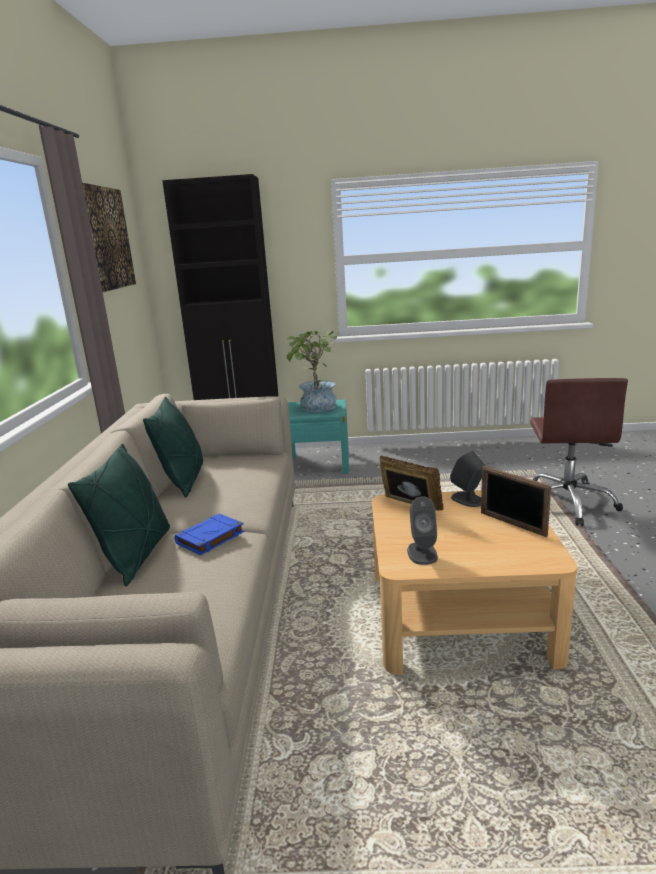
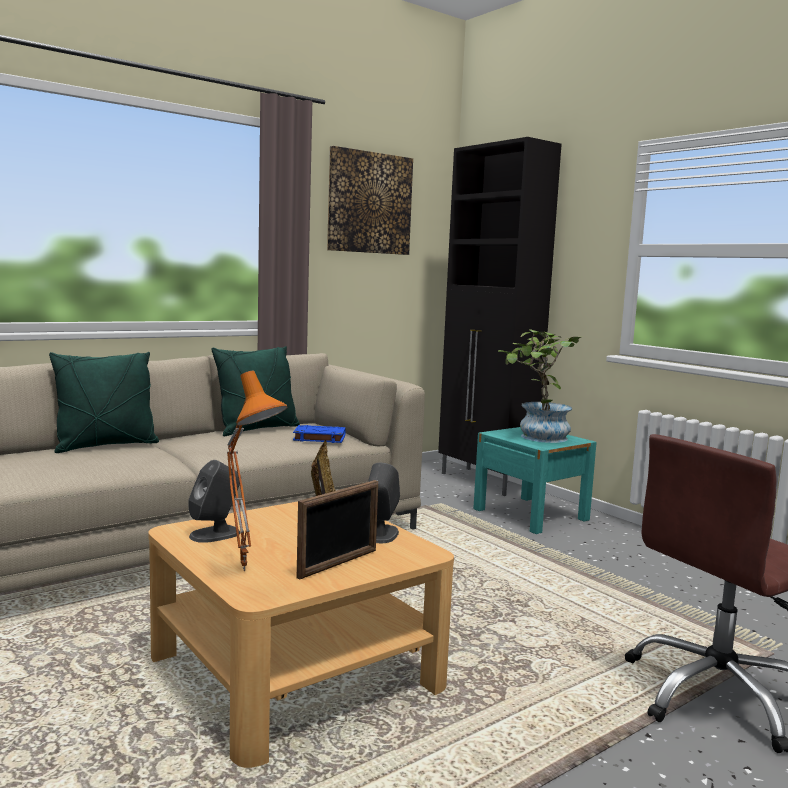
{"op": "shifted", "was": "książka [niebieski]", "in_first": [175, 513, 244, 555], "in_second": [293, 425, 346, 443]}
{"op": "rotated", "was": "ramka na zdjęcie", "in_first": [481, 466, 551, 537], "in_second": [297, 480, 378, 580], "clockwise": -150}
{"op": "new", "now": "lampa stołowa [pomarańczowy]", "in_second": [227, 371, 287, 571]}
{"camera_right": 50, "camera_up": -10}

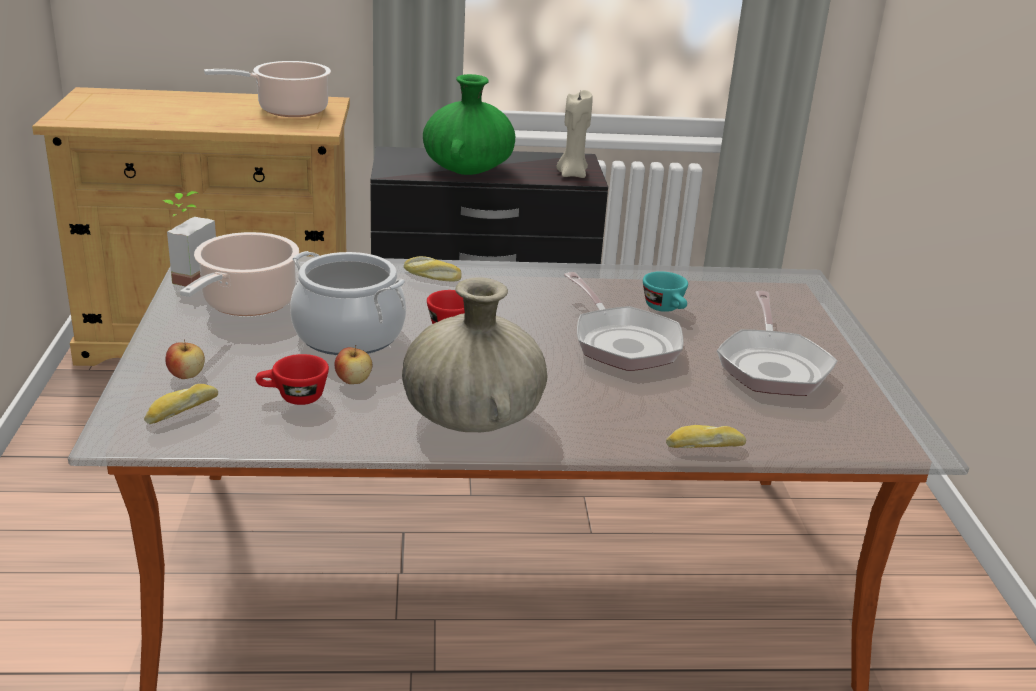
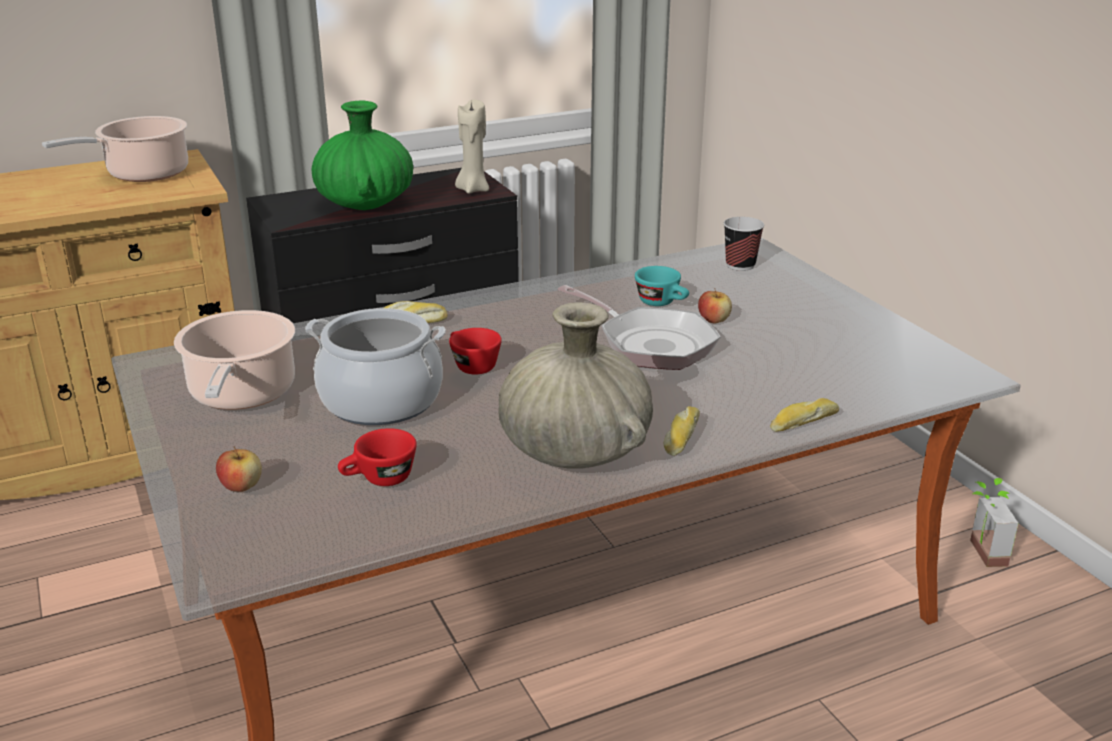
{"op": "shifted", "was": "chleb", "in_first": [144, 384, 218, 424], "in_second": [664, 406, 700, 456]}
{"op": "shifted", "was": "roślina doniczkowa", "in_first": [163, 191, 216, 287], "in_second": [970, 478, 1018, 567]}
{"op": "shifted", "was": "jabłko", "in_first": [335, 345, 372, 384], "in_second": [698, 288, 732, 324]}
{"op": "gone", "was": "patelnia", "in_first": [717, 291, 837, 396]}
{"op": "new", "now": "filiżanka", "in_second": [724, 217, 764, 271]}
{"camera_right": -20, "camera_up": 0}

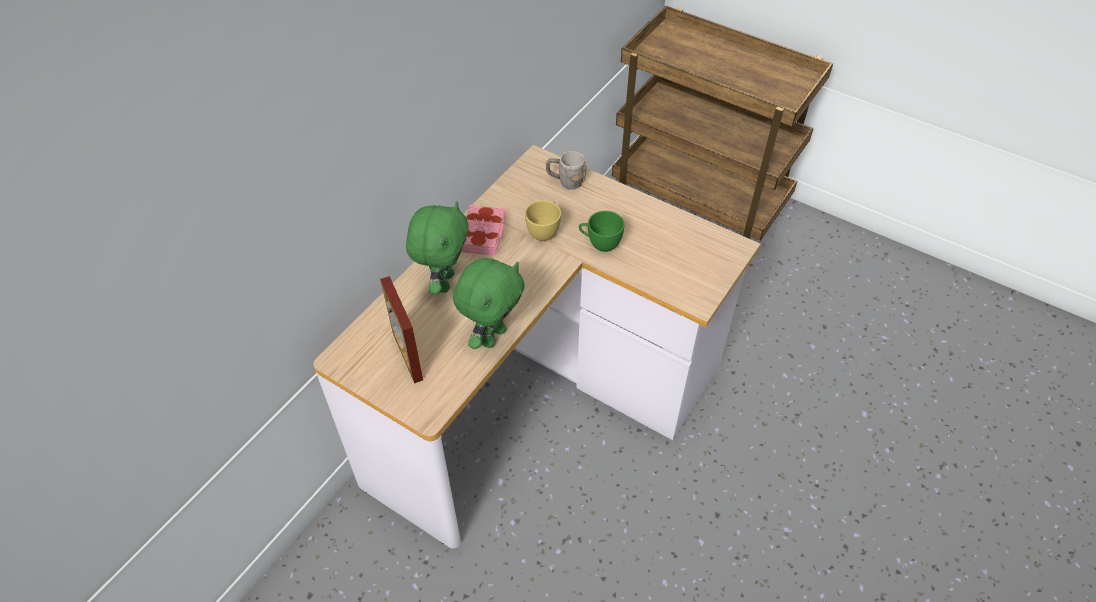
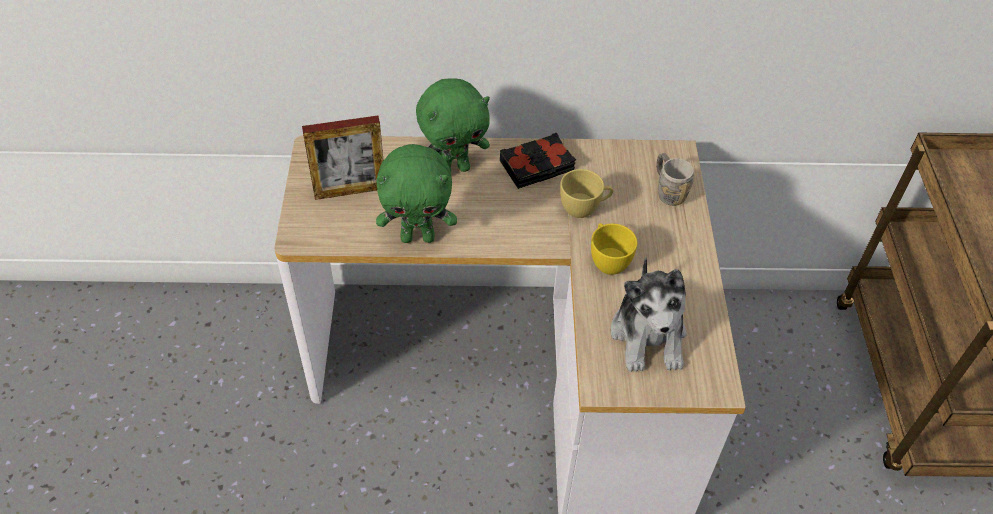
{"op": "rotated", "was": "ramka na zdjęcie", "in_first": [380, 276, 423, 383], "in_second": [302, 116, 384, 200], "clockwise": -135}
{"op": "repainted", "was": "książka [różowy]", "now": "książka [czarny]", "in_first": [462, 204, 506, 256], "in_second": [500, 133, 576, 189]}
{"op": "repainted", "was": "filiżanka [zielony]", "now": "filiżanka [żółty]", "in_first": [579, 211, 625, 252], "in_second": [591, 223, 637, 275]}
{"op": "new", "now": "pluszak", "in_second": [611, 257, 687, 372]}
{"camera_right": 55, "camera_up": 0}

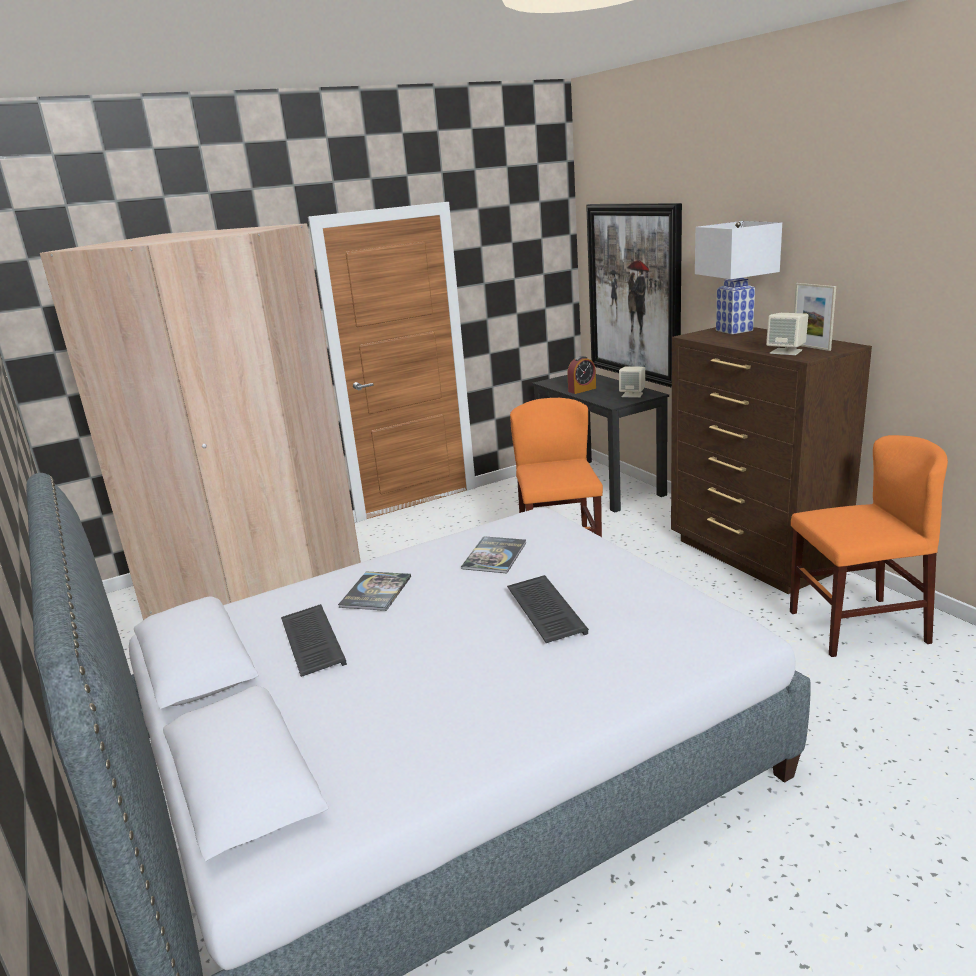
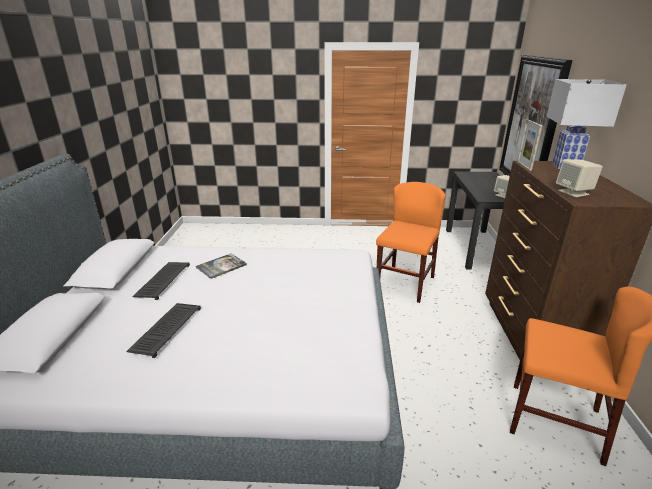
{"op": "gone", "was": "szafa [beżowy]", "in_first": [40, 223, 361, 620]}
{"op": "gone", "was": "książka", "in_first": [461, 536, 526, 573]}
{"op": "shifted", "was": "klawiatura", "in_first": [507, 575, 589, 643], "in_second": [126, 303, 201, 358]}
{"op": "gone", "was": "budzik", "in_first": [567, 356, 596, 394]}
{"op": "shifted", "was": "ramka na zdjęcie", "in_first": [794, 283, 836, 351], "in_second": [517, 119, 542, 171]}
{"camera_right": 30, "camera_up": 5}

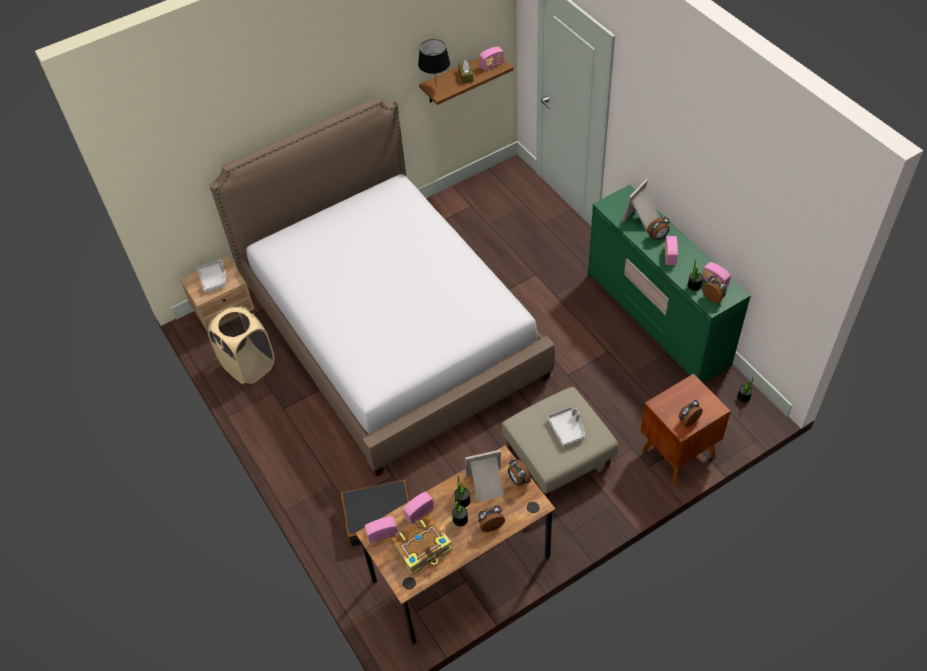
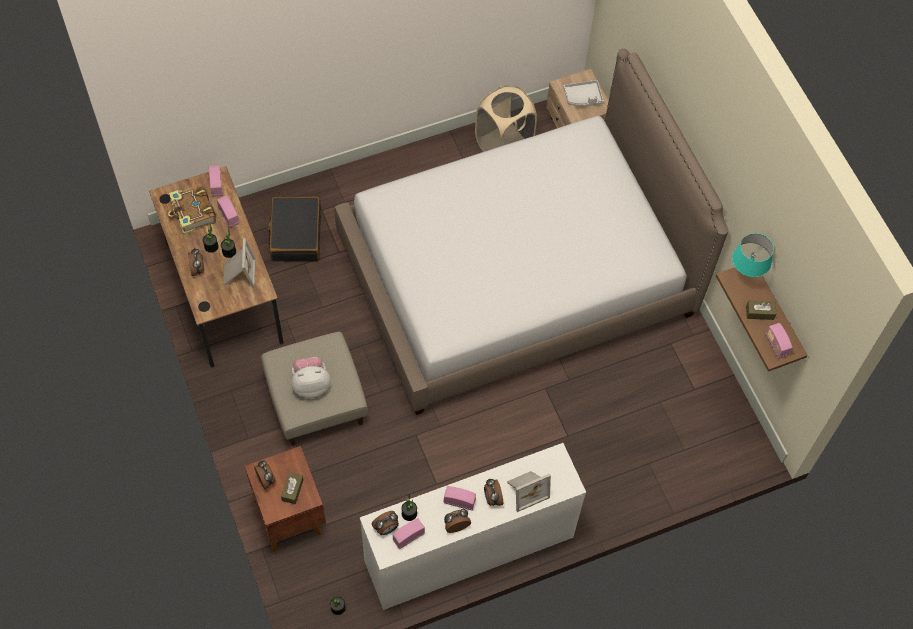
{"op": "repainted", "was": "lampa stołowa [czarny]", "now": "lampa stołowa [turkusowy]", "in_first": [418, 39, 450, 82], "in_second": [732, 233, 773, 277]}
{"op": "shifted", "was": "budzik", "in_first": [508, 459, 531, 486], "in_second": [444, 509, 471, 533]}
{"op": "swapped", "was": "taca [szary]", "now": "pluszak", "in_first": [547, 406, 585, 447], "in_second": [291, 356, 331, 398]}
{"op": "repainted", "was": "komoda [zielony]", "now": "komoda [biały]", "in_first": [588, 185, 751, 383], "in_second": [360, 443, 586, 610]}
{"op": "rotated", "was": "ramka na zdjęcie", "in_first": [622, 179, 660, 230], "in_second": [507, 471, 551, 512], "clockwise": 105}
{"op": "new", "now": "pudełko chusteczek [brązowy]", "in_second": [281, 472, 303, 504]}
{"camera_right": 95, "camera_up": 10}

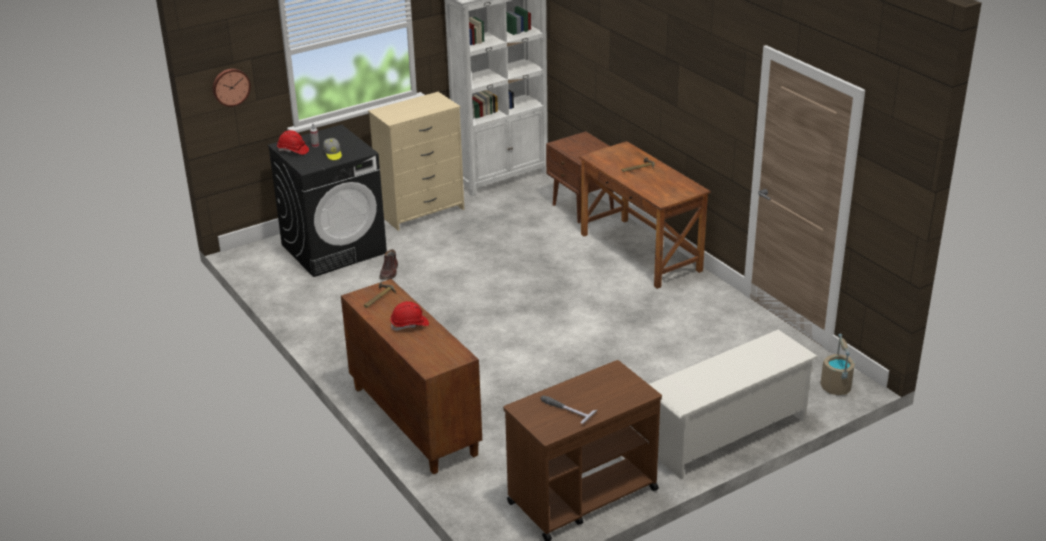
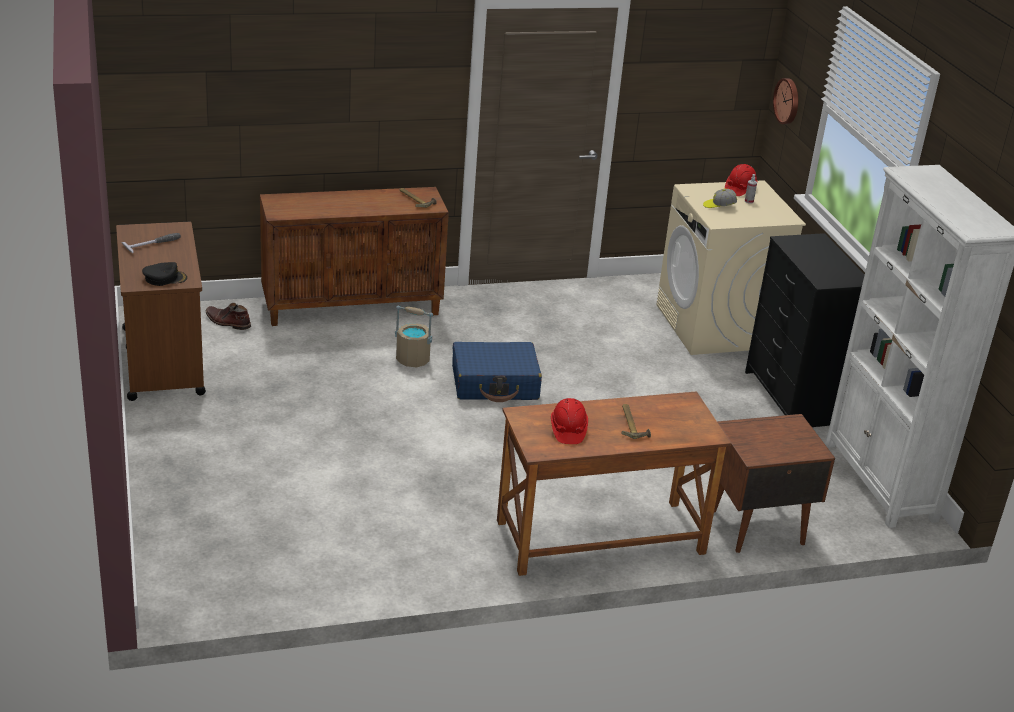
{"op": "repainted", "was": "pralka [czarny]", "now": "pralka [beżowy]", "in_first": [268, 125, 387, 277], "in_second": [656, 180, 806, 355]}
{"op": "repainted", "was": "komoda [beżowy]", "now": "komoda [czarny]", "in_first": [368, 92, 464, 231], "in_second": [745, 233, 864, 427]}
{"op": "shifted", "was": "but z cholewką [brązowy]", "in_first": [379, 249, 398, 280], "in_second": [206, 303, 251, 330]}
{"op": "shifted", "was": "kask [czerwony]", "in_first": [390, 301, 429, 331], "in_second": [551, 398, 588, 444]}
{"op": "gone", "was": "regał na buty [biały]", "in_first": [649, 330, 818, 479]}
{"op": "shifted", "was": "wiadro [beżowy]", "in_first": [820, 333, 855, 395], "in_second": [395, 306, 433, 367]}
{"op": "new", "now": "czapka z daszkiem [czarny]", "in_second": [142, 262, 187, 286]}
{"op": "new", "now": "walizka [niebieski]", "in_second": [452, 342, 542, 402]}
{"camera_right": 105, "camera_up": 0}

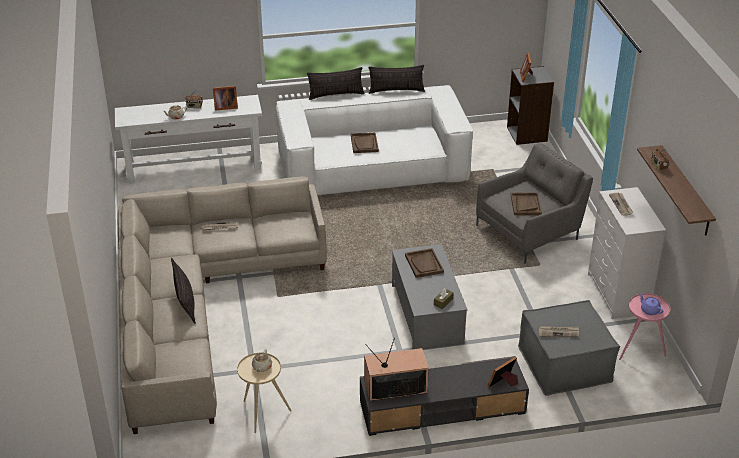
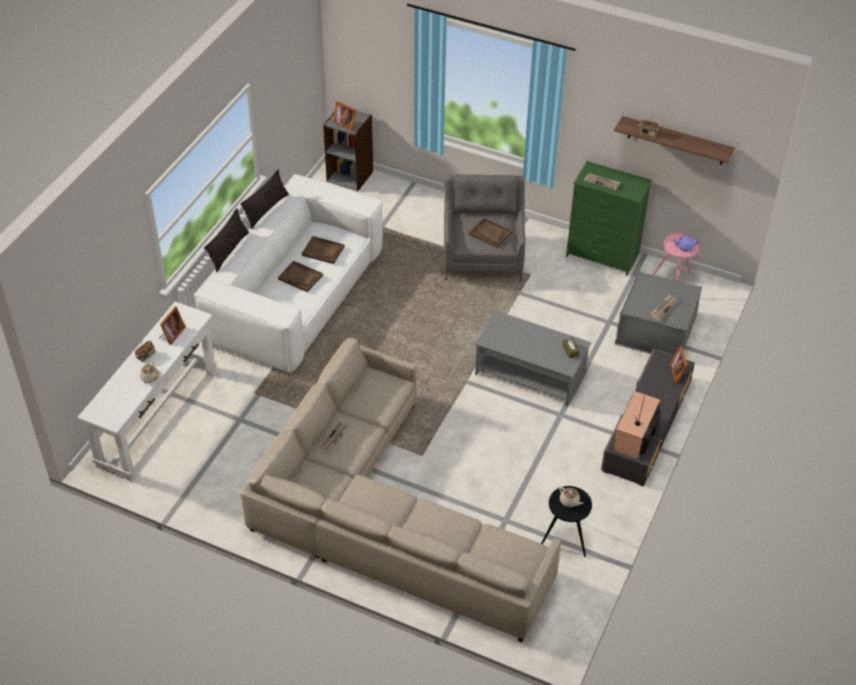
{"op": "gone", "was": "poduszka", "in_first": [171, 258, 196, 324]}
{"op": "repainted", "was": "stolik [beżowy]", "now": "stolik [czarny]", "in_first": [237, 353, 292, 433], "in_second": [541, 486, 592, 557]}
{"op": "shifted", "was": "taca [brązowy]", "in_first": [405, 248, 444, 278], "in_second": [302, 236, 344, 264]}
{"op": "repainted", "was": "komoda [biały]", "now": "komoda [zielony]", "in_first": [588, 187, 666, 319], "in_second": [566, 161, 652, 276]}
{"camera_right": -55, "camera_up": 10}

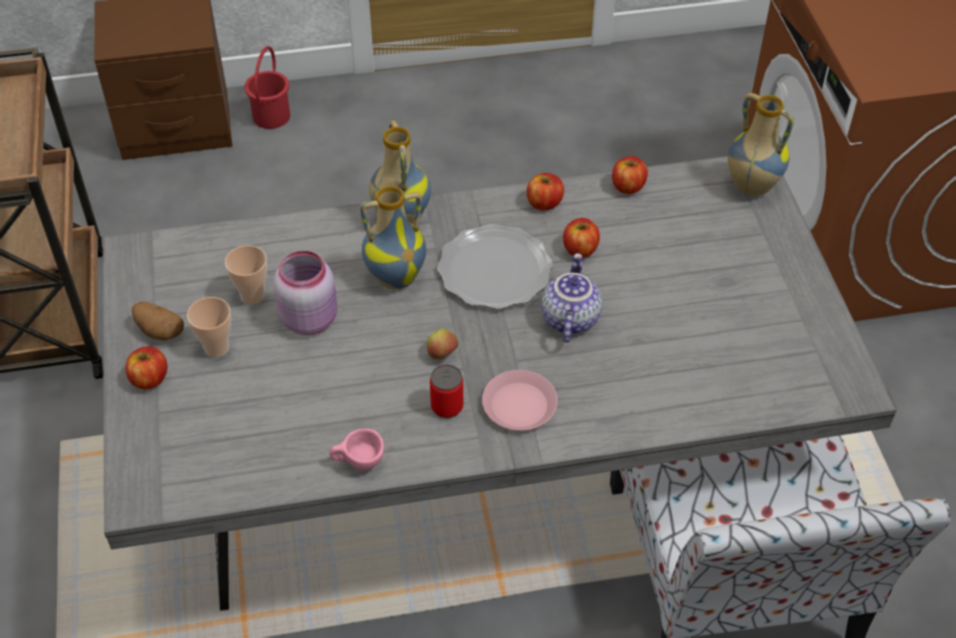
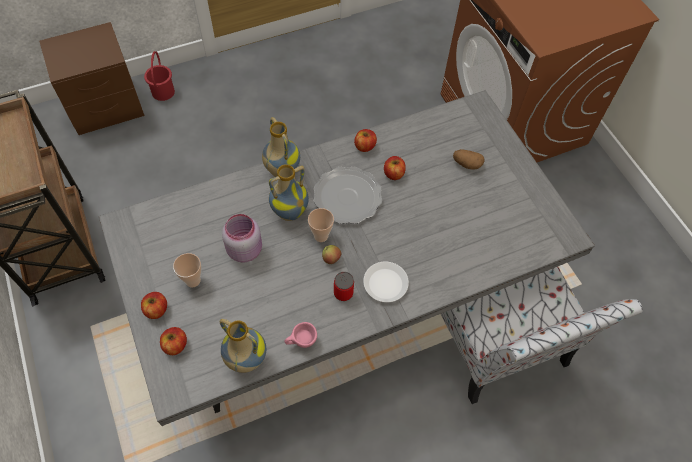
{"op": "shifted", "was": "ziemniak", "in_first": [132, 302, 184, 341], "in_second": [453, 149, 485, 170]}
{"op": "shifted", "was": "filiżanka", "in_first": [225, 245, 267, 305], "in_second": [308, 208, 334, 242]}
{"op": "repainted", "was": "talerz [różowy]", "now": "talerz [biały]", "in_first": [482, 370, 558, 431], "in_second": [363, 262, 409, 302]}
{"op": "gone", "was": "imbryk", "in_first": [541, 253, 602, 343]}
{"op": "shifted", "was": "jabłko", "in_first": [612, 156, 648, 194], "in_second": [160, 327, 187, 355]}
{"op": "shifted", "was": "wazon", "in_first": [728, 93, 794, 196], "in_second": [220, 319, 266, 373]}
{"camera_right": -15, "camera_up": 10}

